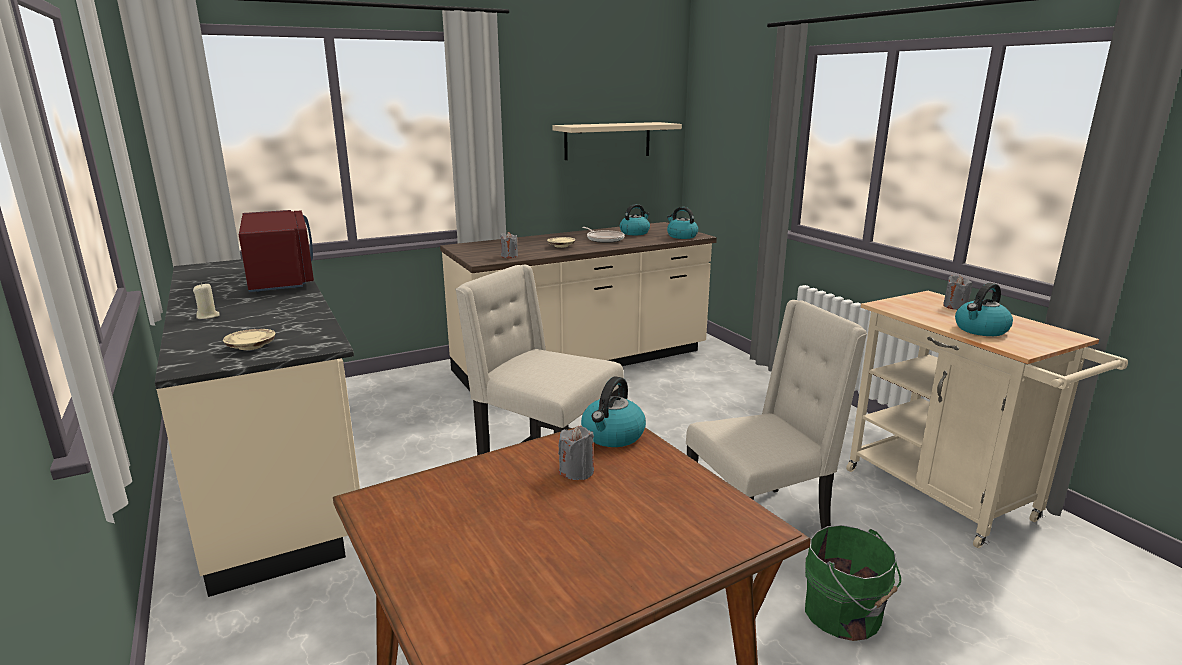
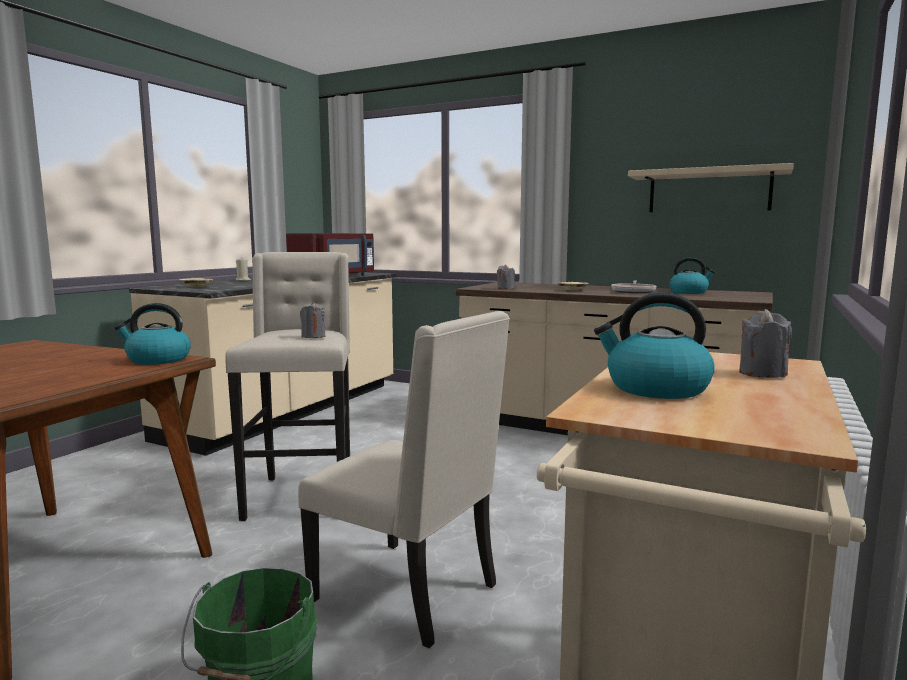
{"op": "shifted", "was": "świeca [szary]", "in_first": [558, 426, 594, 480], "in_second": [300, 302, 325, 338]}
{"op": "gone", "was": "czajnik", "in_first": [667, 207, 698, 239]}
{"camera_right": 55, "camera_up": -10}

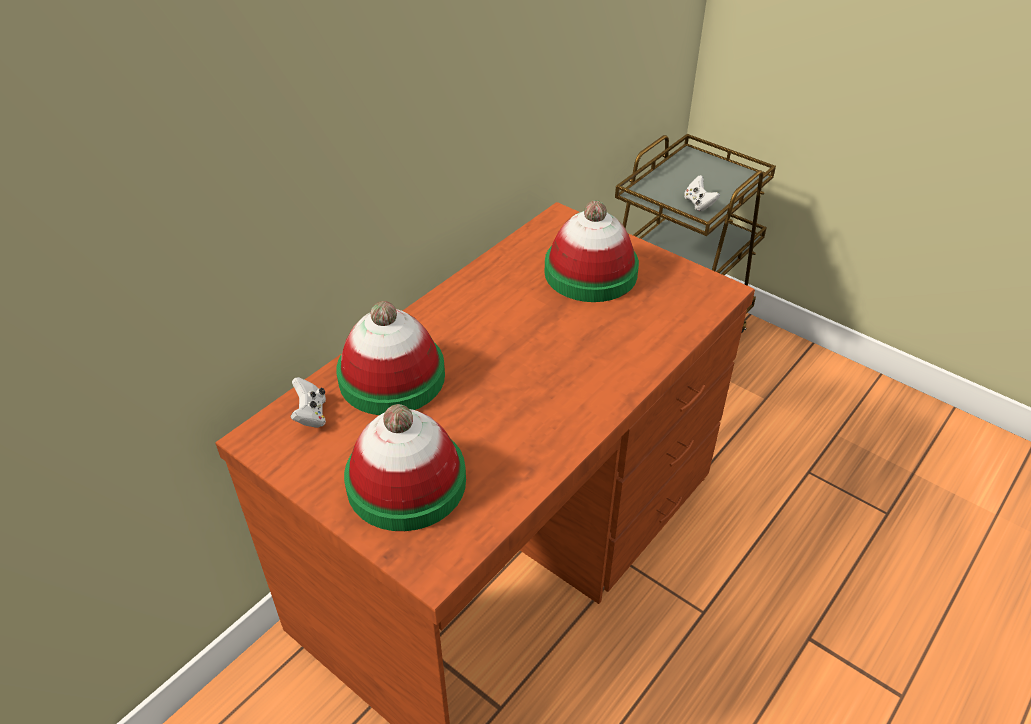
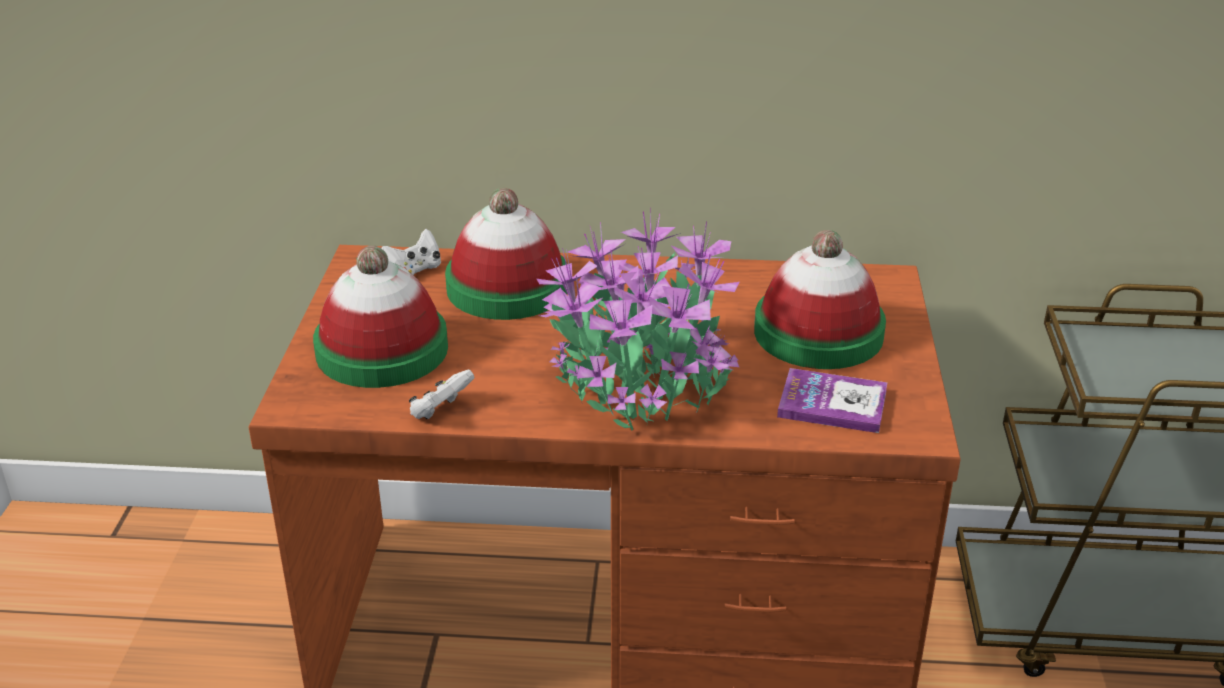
{"op": "shifted", "was": "pad do gier [biały]", "in_first": [684, 175, 720, 211], "in_second": [409, 370, 475, 419]}
{"op": "new", "now": "roślina doniczkowa", "in_second": [537, 207, 740, 431]}
{"op": "new", "now": "książka", "in_second": [777, 368, 887, 433]}
{"camera_right": 55, "camera_up": -10}

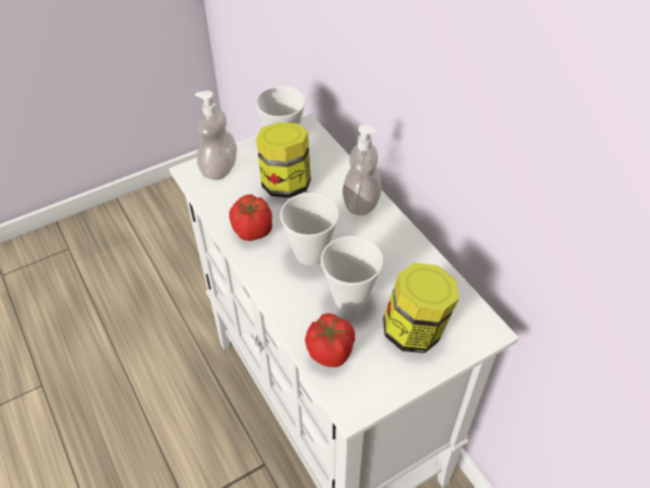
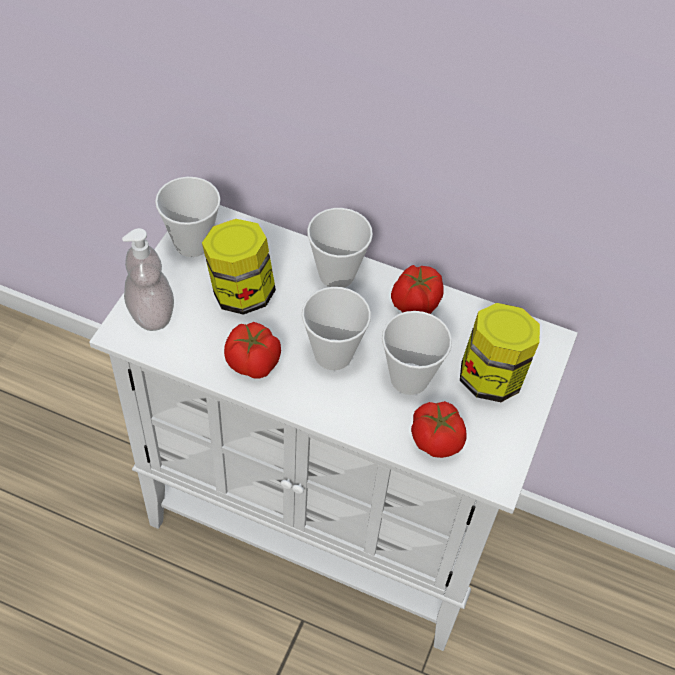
{"op": "swapped", "was": "dozownik mydła", "now": "filiżanka", "in_first": [343, 125, 382, 216], "in_second": [307, 208, 373, 288]}
{"op": "new", "now": "pomidor", "in_second": [391, 265, 444, 314]}
{"camera_right": -40, "camera_up": 5}

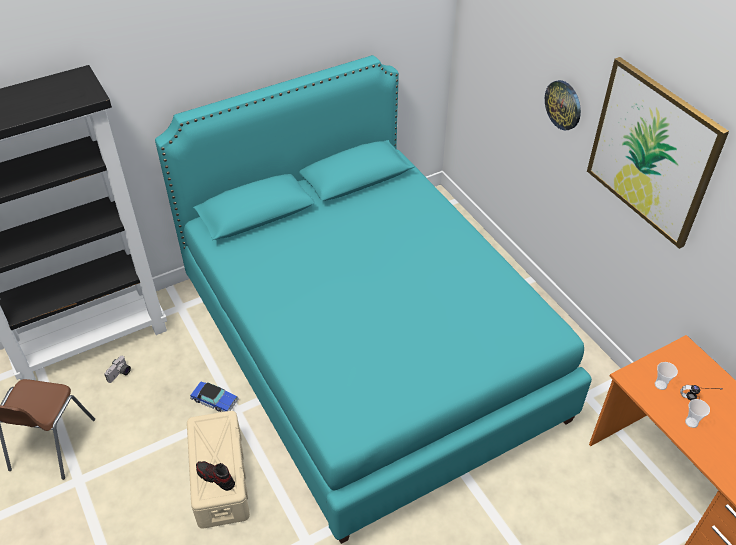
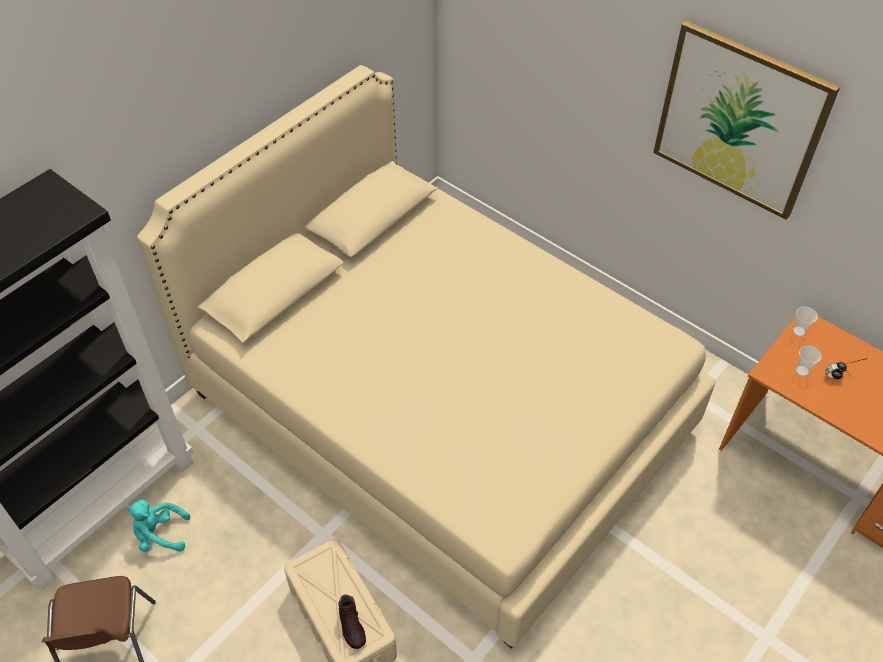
{"op": "swapped", "was": "aparat fotograficzny", "now": "pluszak [turkusowy]", "in_first": [105, 356, 131, 383], "in_second": [127, 500, 190, 552]}
{"op": "repainted", "was": "łóżko [turkusowy]", "now": "łóżko [beżowy]", "in_first": [155, 55, 592, 544], "in_second": [137, 65, 715, 649]}
{"op": "gone", "was": "samochodzik", "in_first": [190, 381, 239, 412]}
{"op": "rotated", "was": "but", "in_first": [196, 461, 235, 491], "in_second": [338, 594, 366, 649], "clockwise": -120}
{"op": "gone", "was": "zegar ścienny", "in_first": [545, 80, 581, 131]}
{"op": "shifted", "was": "filiżanka", "in_first": [685, 399, 710, 428], "in_second": [793, 307, 818, 337]}
{"camera_right": -20, "camera_up": 5}

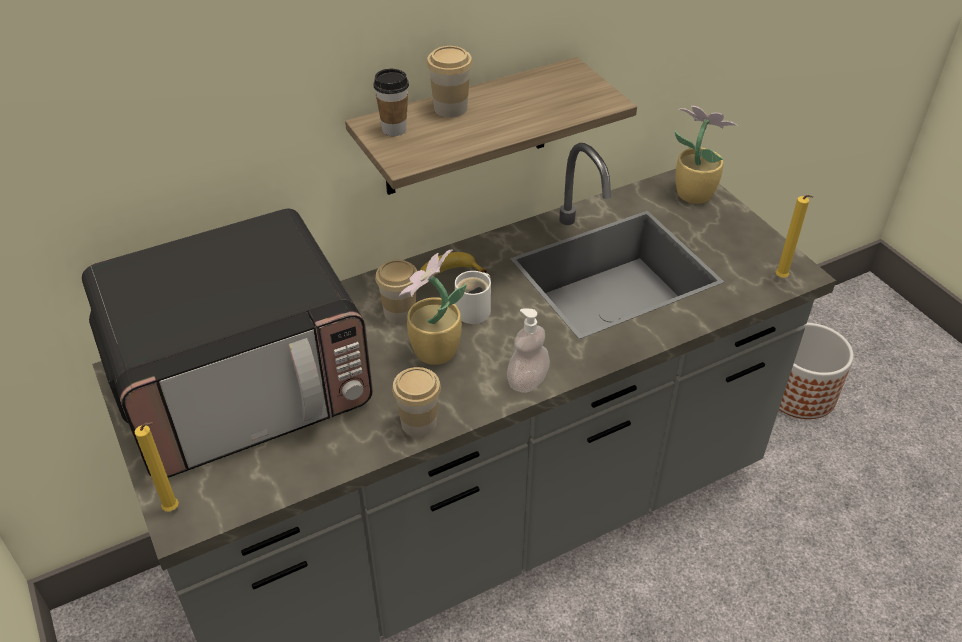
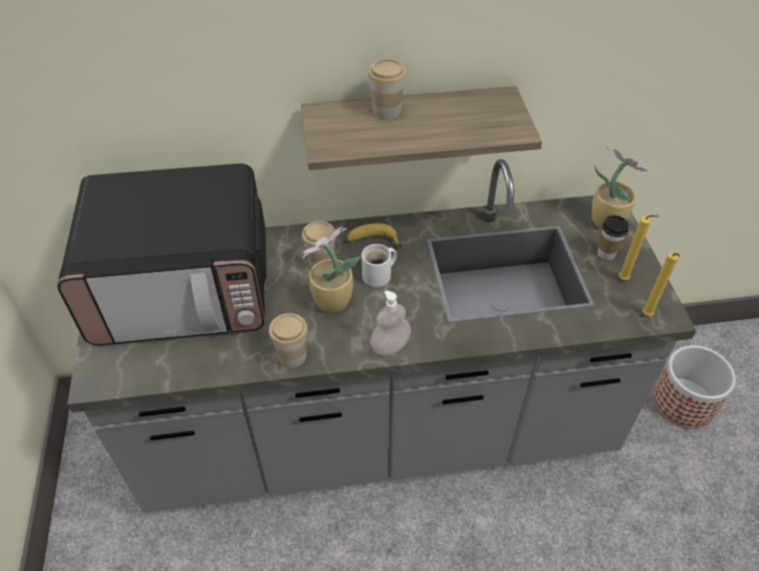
{"op": "shifted", "was": "świeca [żółty]", "in_first": [135, 422, 179, 511], "in_second": [619, 215, 659, 280]}
{"op": "shifted", "was": "filiżanka", "in_first": [374, 69, 409, 136], "in_second": [598, 215, 629, 260]}
{"camera_right": 20, "camera_up": 5}

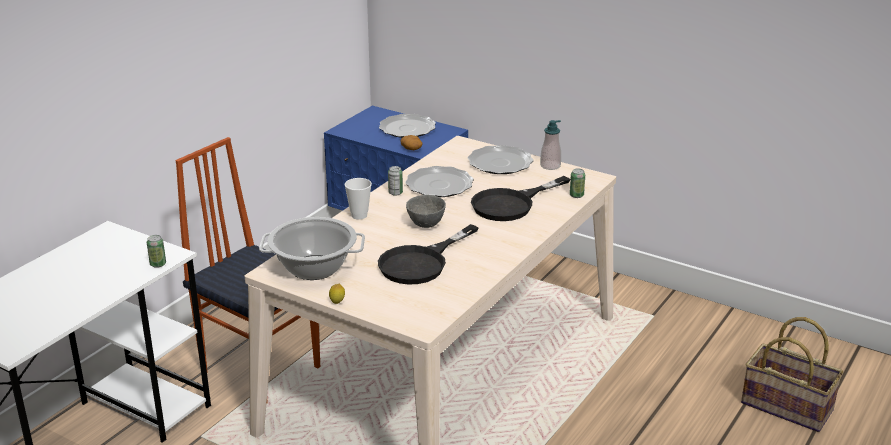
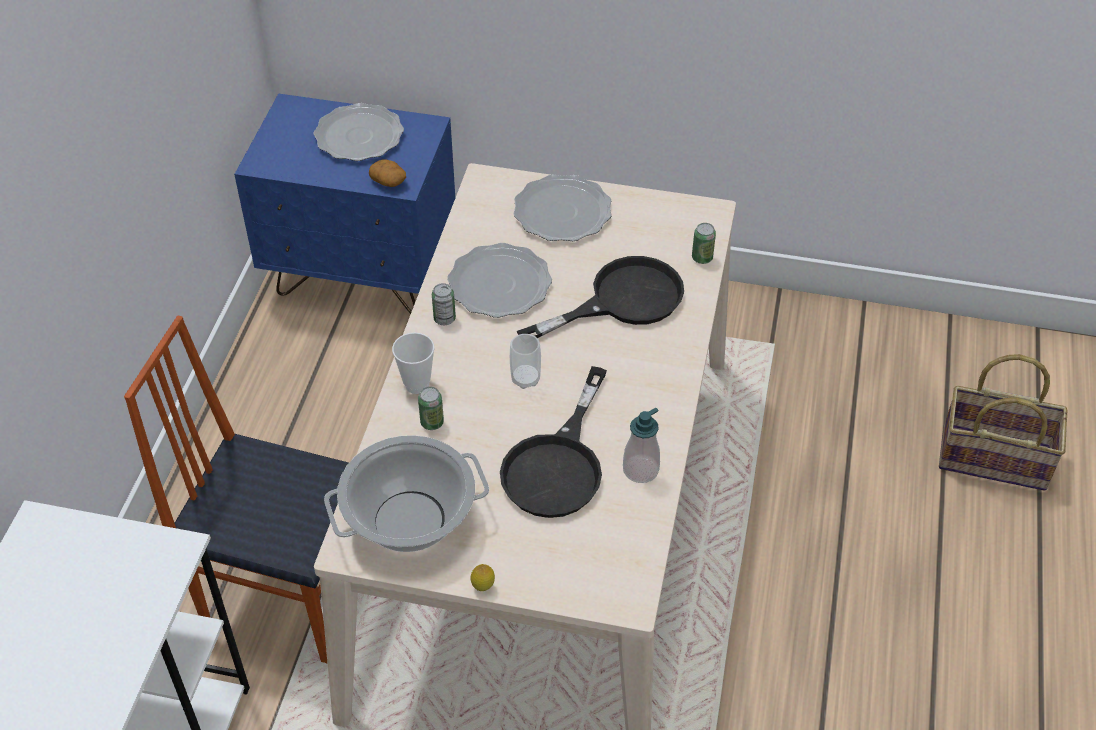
{"op": "shifted", "was": "puszka", "in_first": [147, 235, 166, 268], "in_second": [418, 387, 444, 430]}
{"op": "swapped", "was": "miska [szary]", "now": "filiżanka", "in_first": [406, 195, 446, 228], "in_second": [510, 334, 541, 389]}
{"op": "rotated", "was": "patelnia [czarny]", "in_first": [471, 176, 570, 221], "in_second": [517, 256, 684, 338], "clockwise": -150}
{"op": "shifted", "was": "dozownik mydła", "in_first": [540, 120, 561, 170], "in_second": [623, 408, 660, 483]}
{"camera_right": -20, "camera_up": 20}

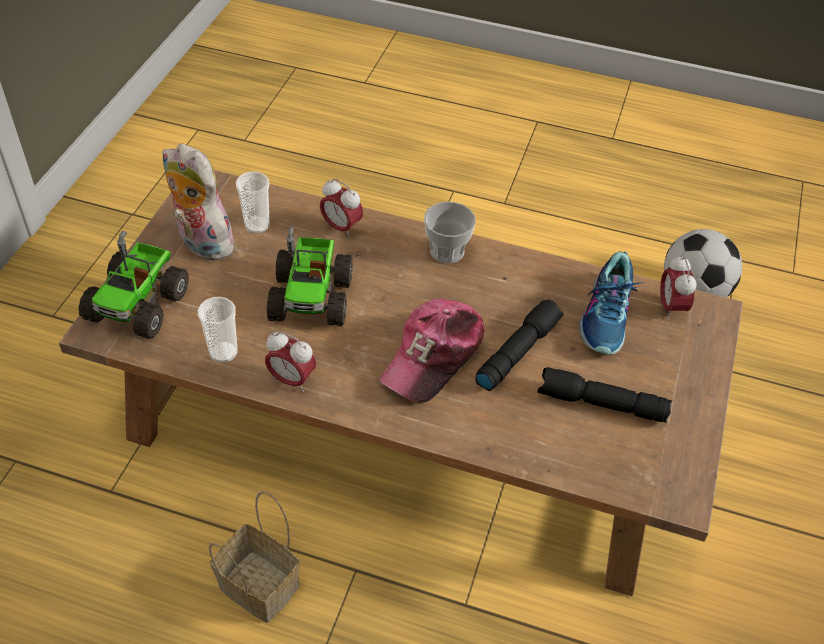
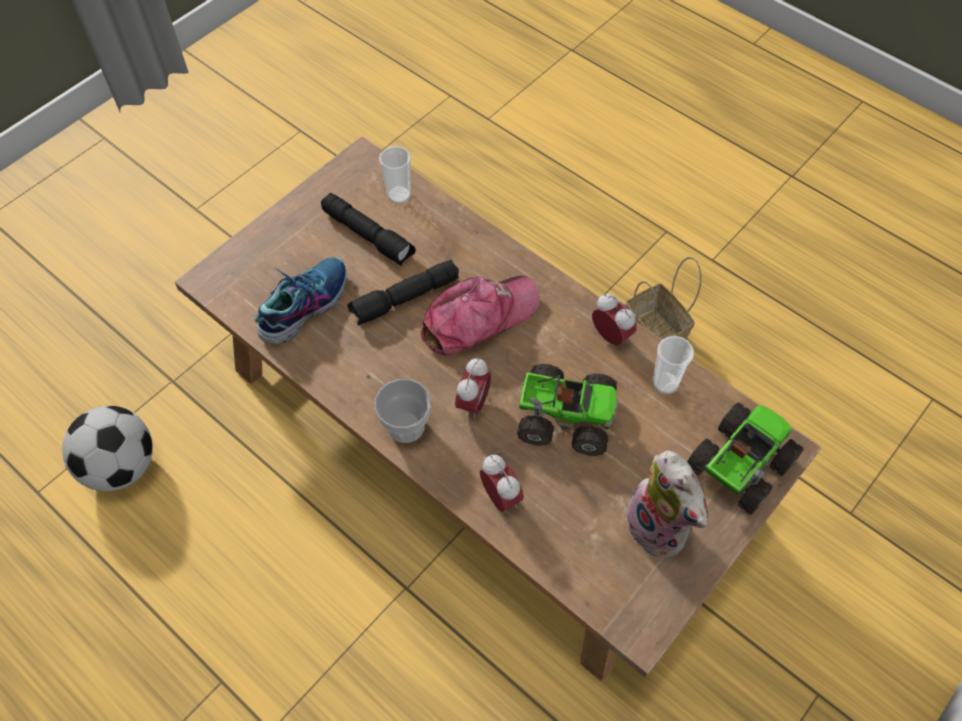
{"op": "shifted", "was": "filiżanka", "in_first": [236, 171, 270, 233], "in_second": [379, 146, 411, 204]}
{"op": "rotated", "was": "ciężarówka zabawkowa", "in_first": [266, 227, 353, 326], "in_second": [517, 364, 618, 456], "clockwise": 75}
{"op": "shifted", "was": "budzik", "in_first": [660, 255, 697, 320], "in_second": [455, 358, 491, 419]}
{"camera_right": -155, "camera_up": 10}

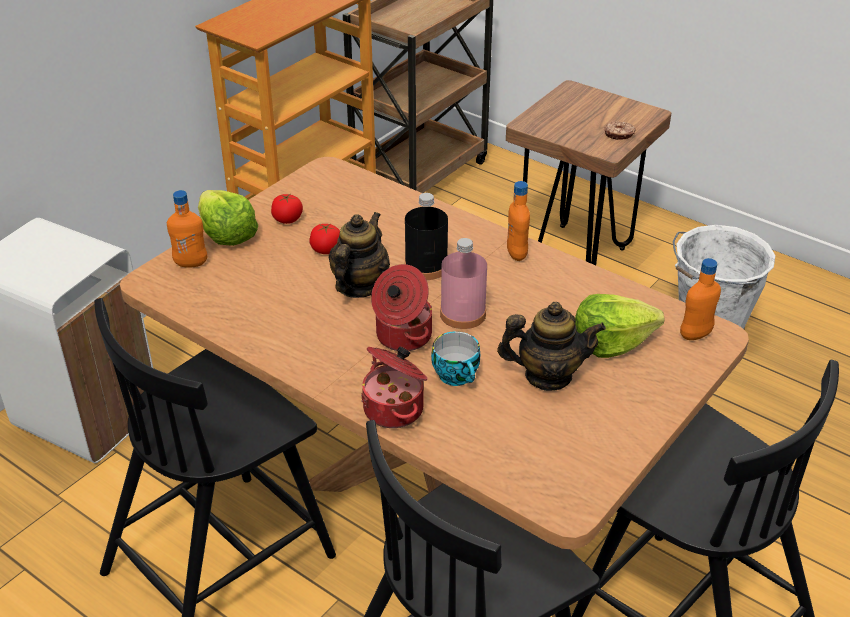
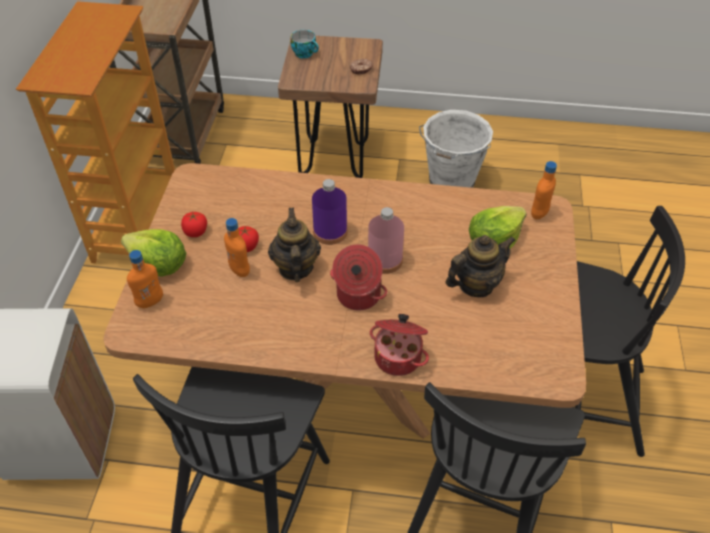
{"op": "repainted", "was": "butelka [czarny]", "now": "butelka [fioletowy]", "in_first": [405, 193, 448, 280], "in_second": [312, 179, 348, 245]}
{"op": "shifted", "was": "filiżanka", "in_first": [431, 331, 480, 386], "in_second": [290, 30, 319, 58]}
{"op": "shifted", "was": "butelka [pomarańczowy]", "in_first": [507, 181, 530, 261], "in_second": [224, 218, 250, 277]}
{"camera_right": -30, "camera_up": 10}

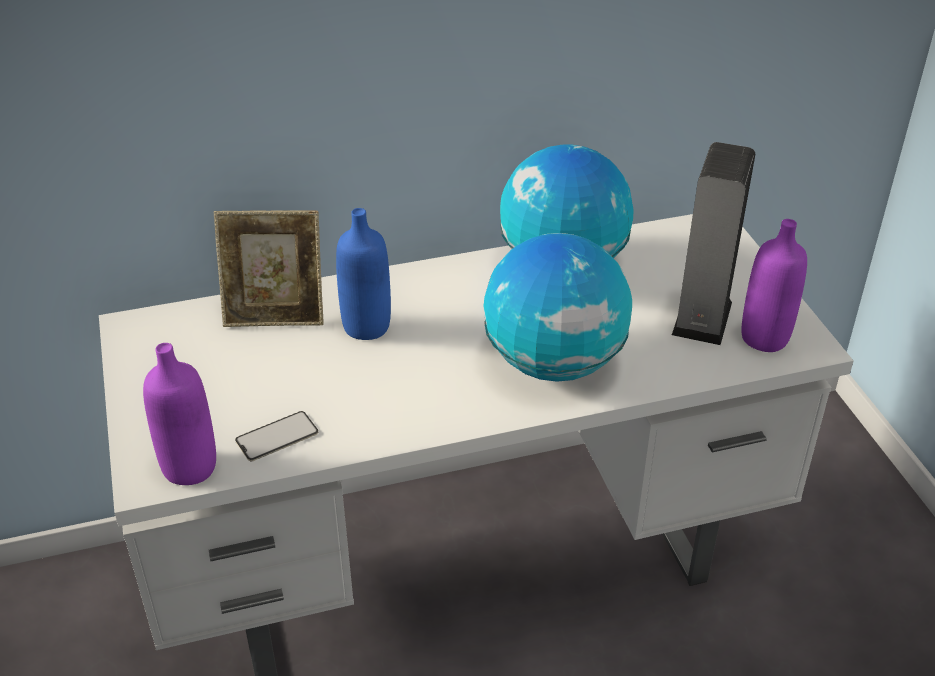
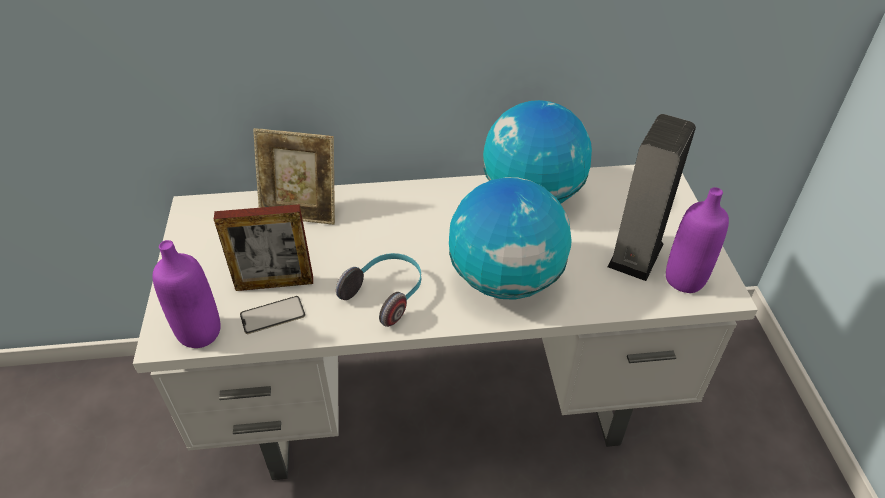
{"op": "gone", "was": "butelka [niebieski]", "in_first": [336, 208, 391, 340]}
{"op": "new", "now": "ramka na zdjęcie", "in_second": [214, 204, 313, 291]}
{"op": "new", "now": "słuchawki", "in_second": [336, 253, 421, 327]}
{"camera_right": 10, "camera_up": 5}

